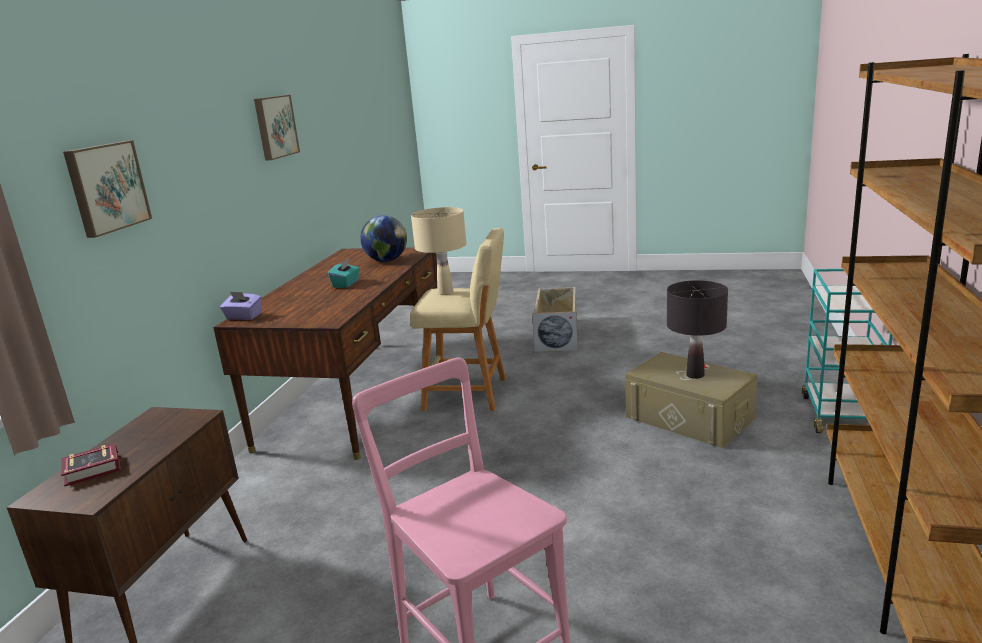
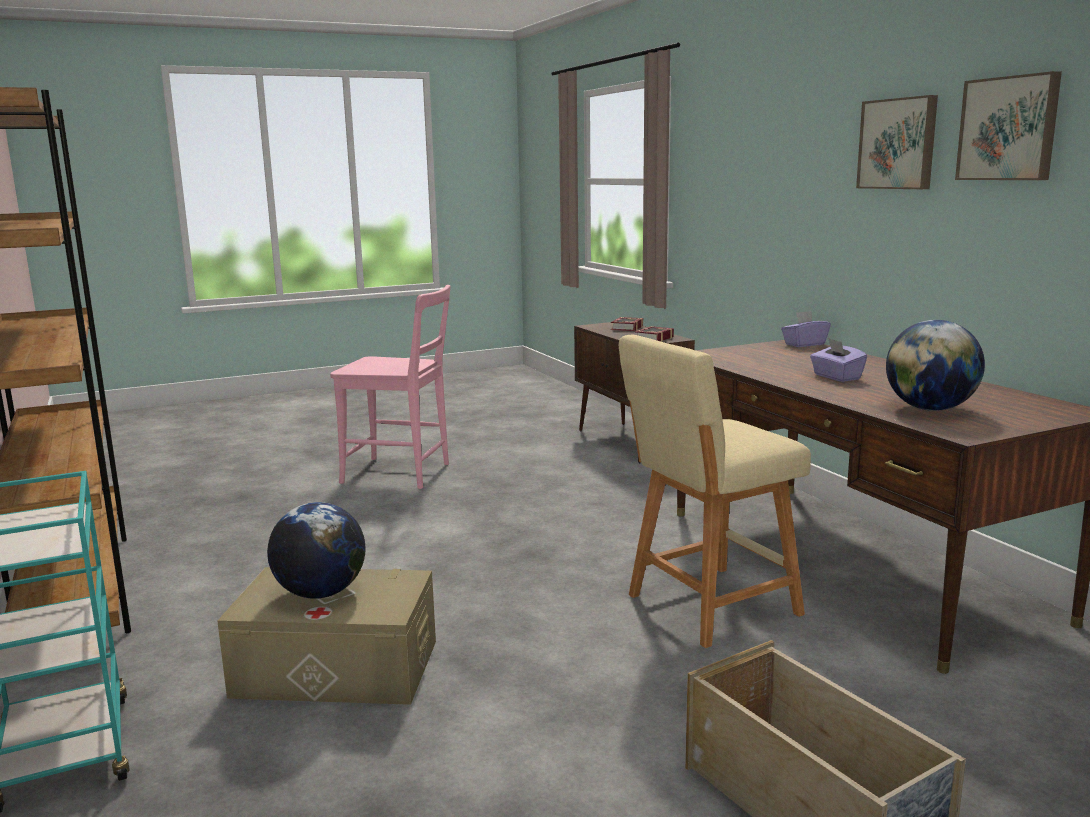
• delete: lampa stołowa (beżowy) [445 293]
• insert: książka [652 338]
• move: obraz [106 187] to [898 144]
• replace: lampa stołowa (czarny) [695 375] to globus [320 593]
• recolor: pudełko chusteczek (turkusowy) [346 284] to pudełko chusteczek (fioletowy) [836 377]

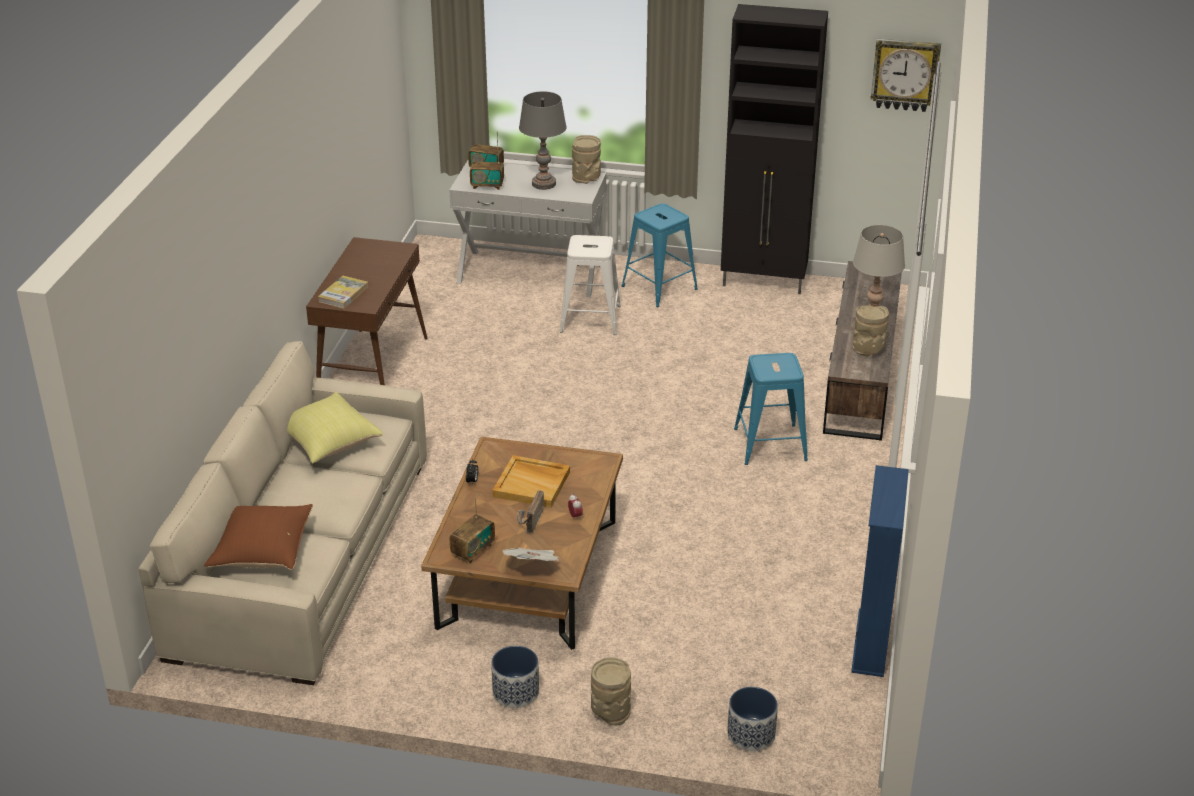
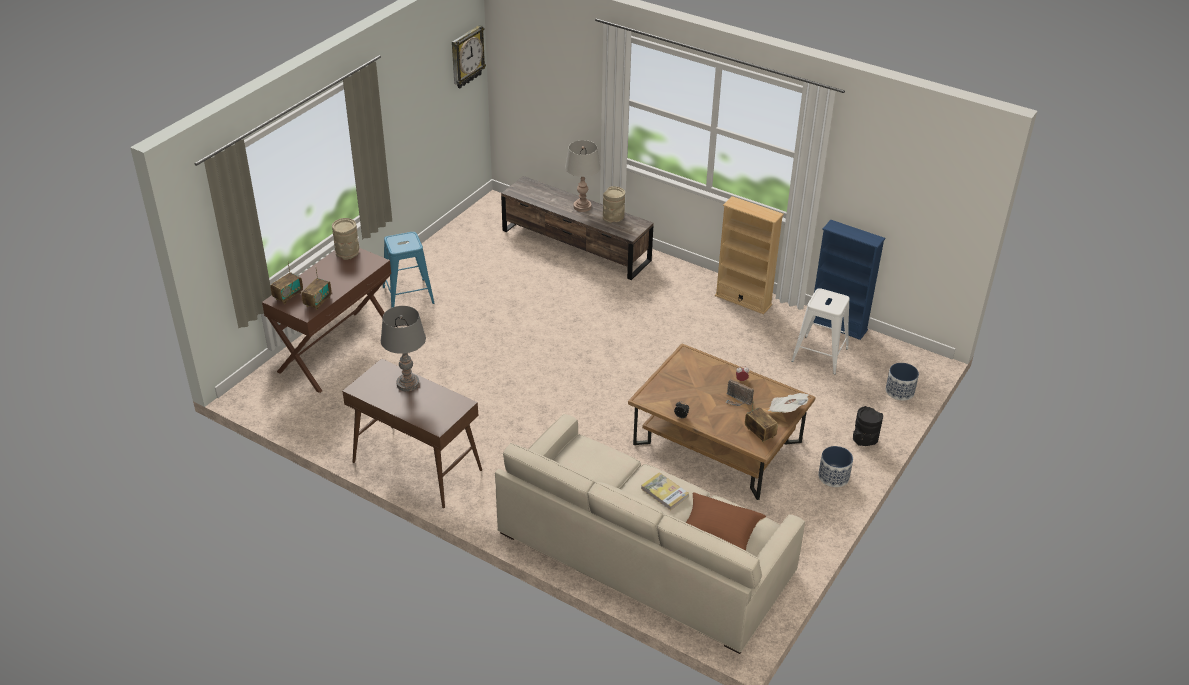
• delete: poduszka (żółty) [326 442]
• delete: taca (beżowy) [532 484]
• delete: szafka (czarny) [764 282]
• delete: stołek (niebieski) [769 444]
• insert: regał (beżowy) [743 300]
• move: książka [343 294] to [664 493]
• move: lampa stołowa (szary) [543 184] to [407 384]
• move: stołek (biały) [590 319] to [820 355]
• recolor: stolik konsolowy (biały) [531 273] to stolik konsolowy (brązowy) [337 350]
• recolor: wazon (beżowy) [610 712] to wazon (czarny) [864 441]

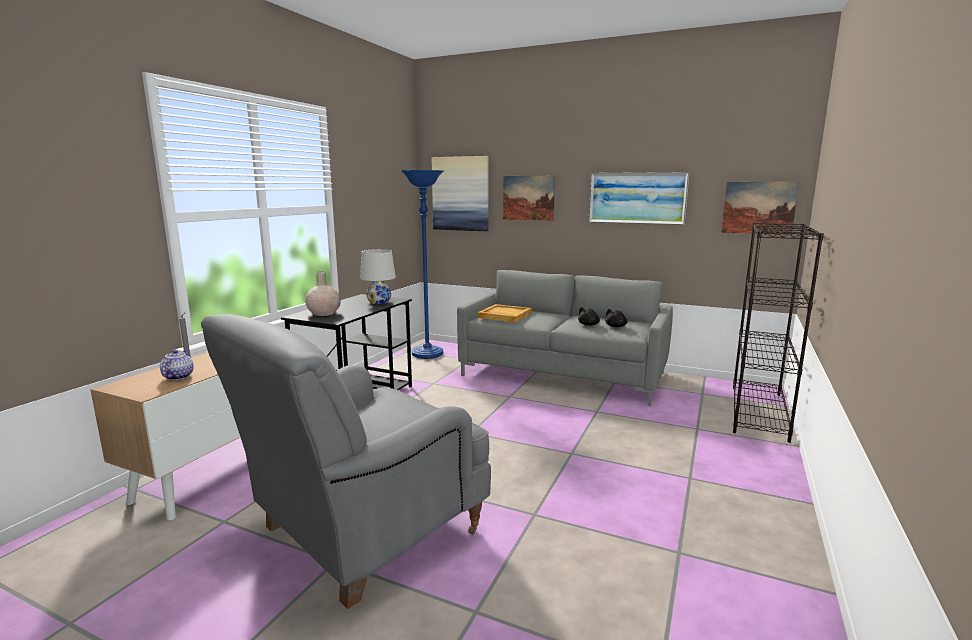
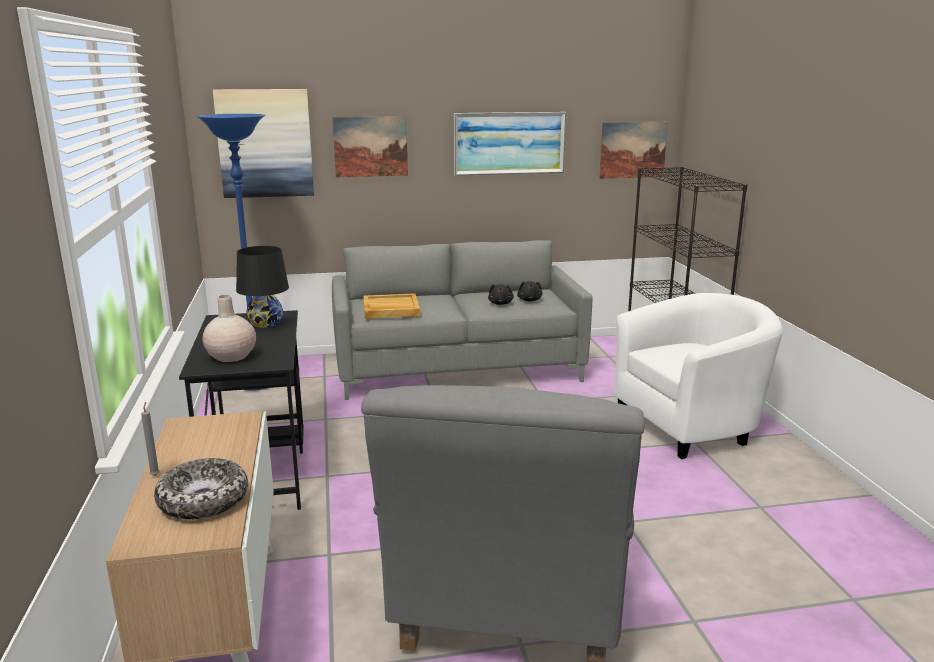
• insert: fotel (biały) [691 425]
• replace: imbryk [177 377] to miska [203 500]
• recolor: lampa stołowa (biały) [379 302] to lampa stołowa (czarny) [265 323]

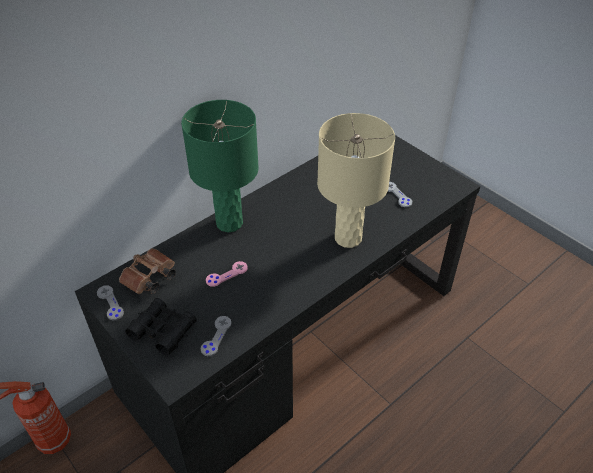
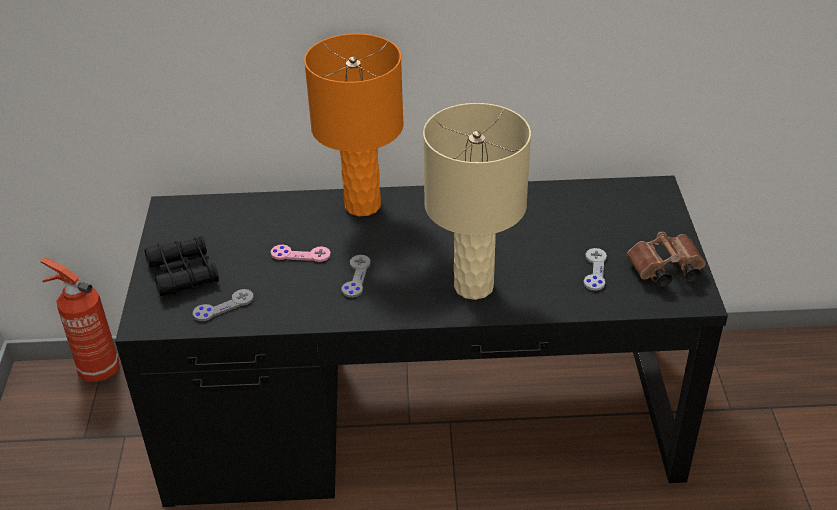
• move: pad do gier (szary) [110 303] to [356 277]
• move: lornetka (brązowy) [149 280] to [663 271]
• recolor: lampa stołowa (zielony) [229 223] to lampa stołowa (pomarańczowy) [362 205]

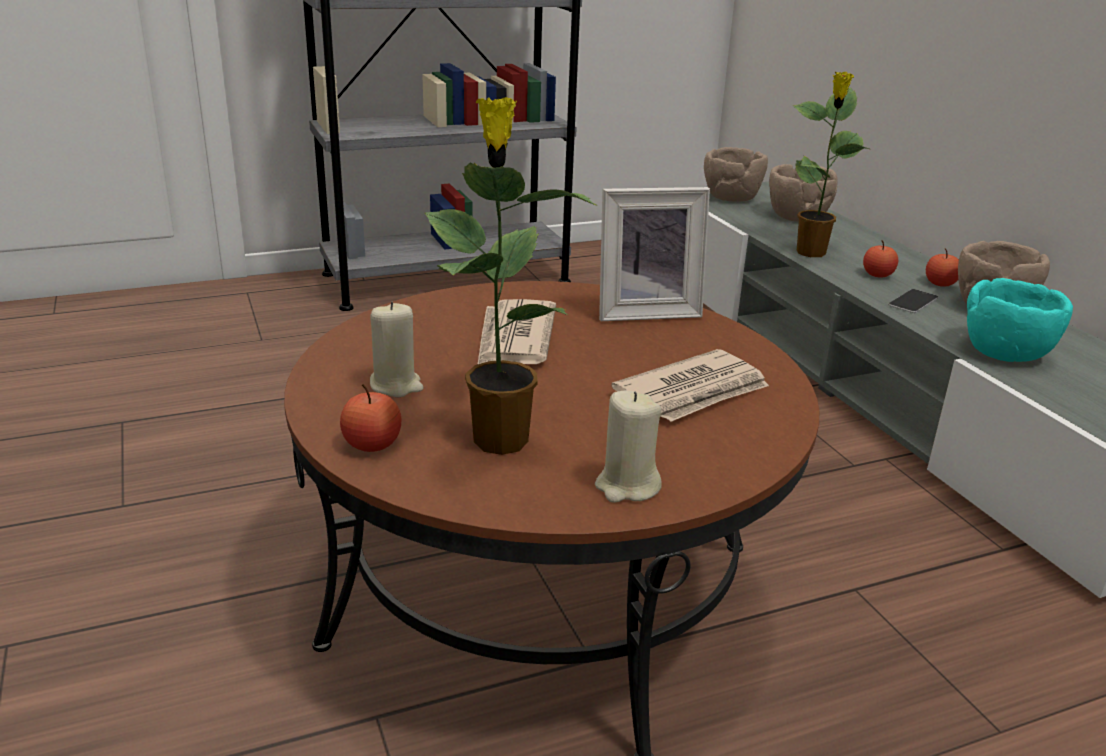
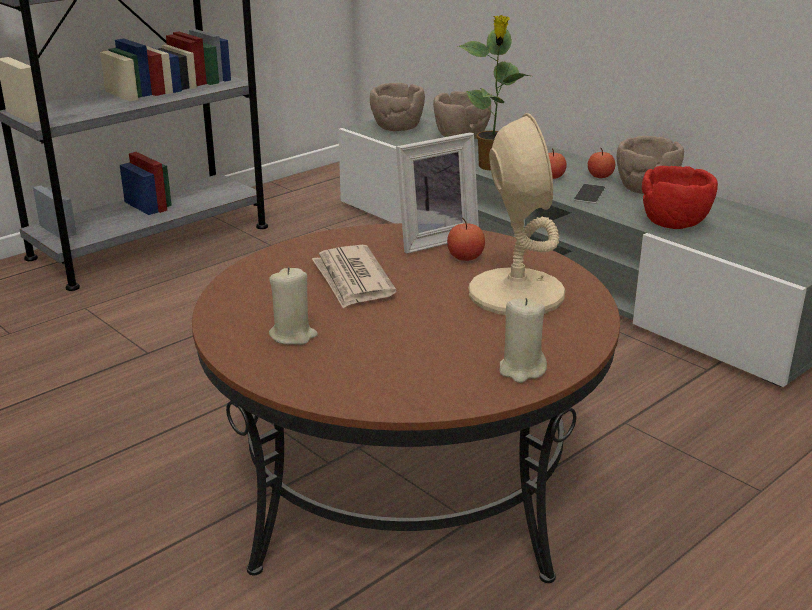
• delete: roślina doniczkowa [499 438]
• move: jabłko [372 445] to [465 257]
• replace: gazeta [694 392] to lampa stołowa (beżowy) [515 294]
• recolor: miska (turkusowy) [1007 353] to miska (czerwony) [675 222]

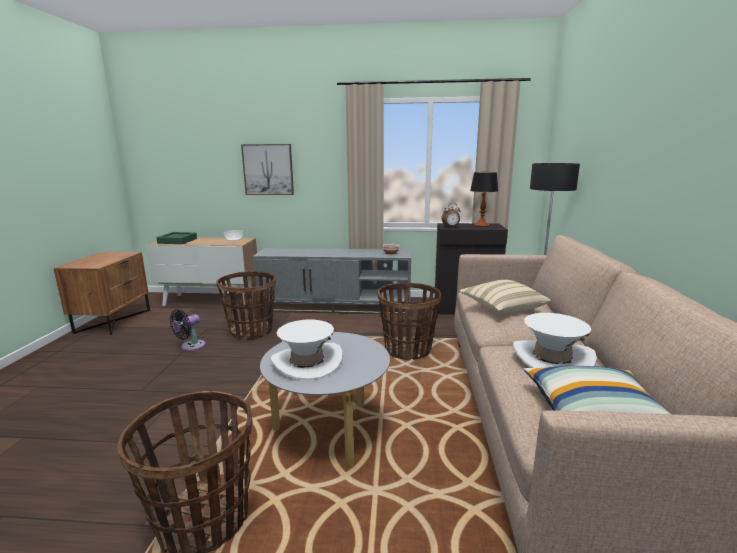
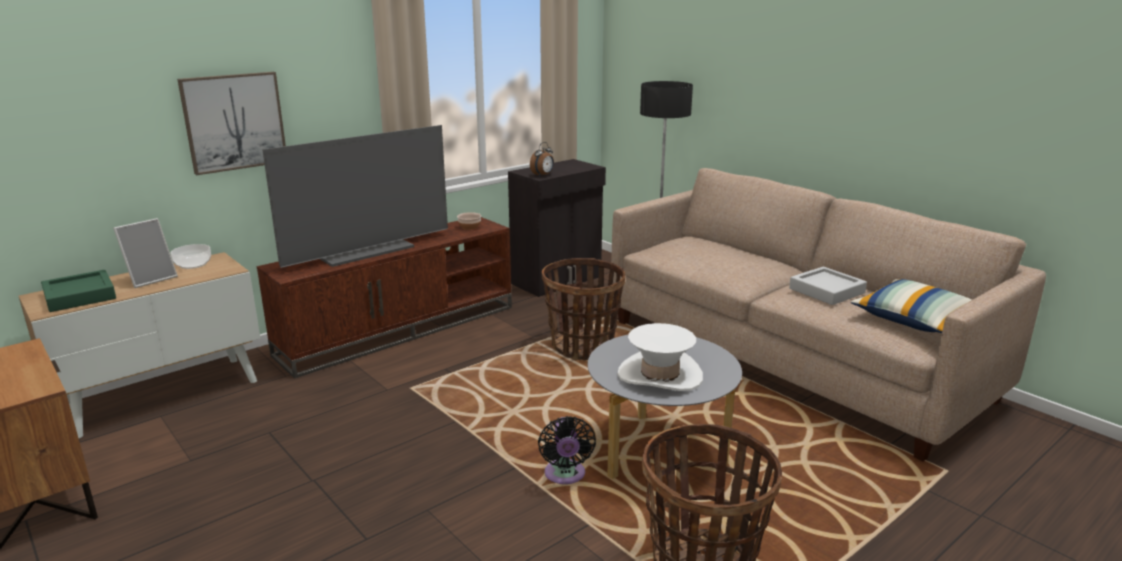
• delete: koszyk [251 331]
• delete: poduszka (beżowy) [502 308]
• delete: lampa stołowa [481 225]
• insert: ramka na zdjęcie [151 279]
• insert: telewizor [365 250]
• move: wentylator (czarny) [190 347] to [565 476]
• replace: kapelusz (biały) [552 359] to taca (szary) [826 291]
• recolor: szafka pod telewizor (szary) [336 306] to szafka pod telewizor (brązowy) [399 329]

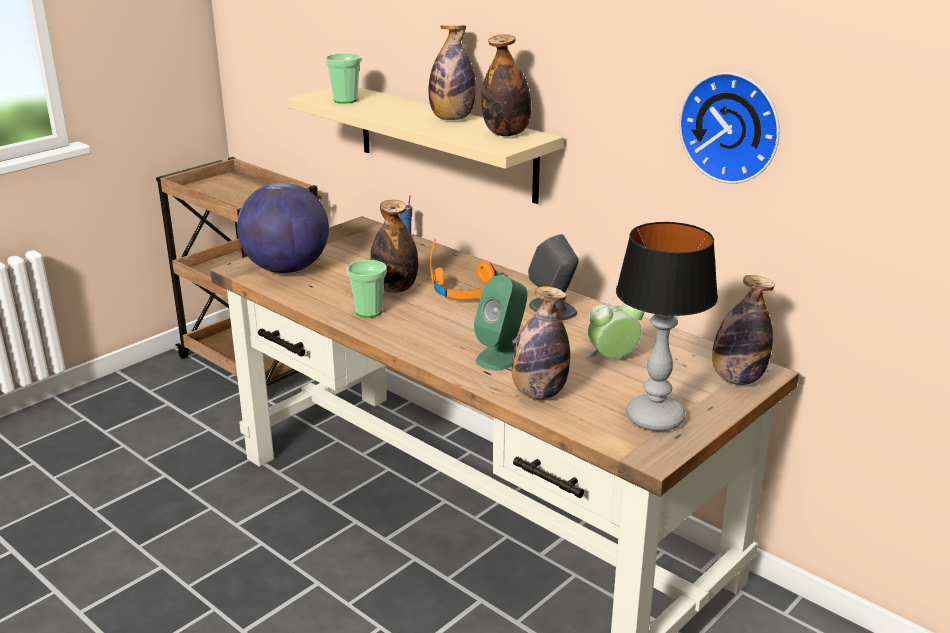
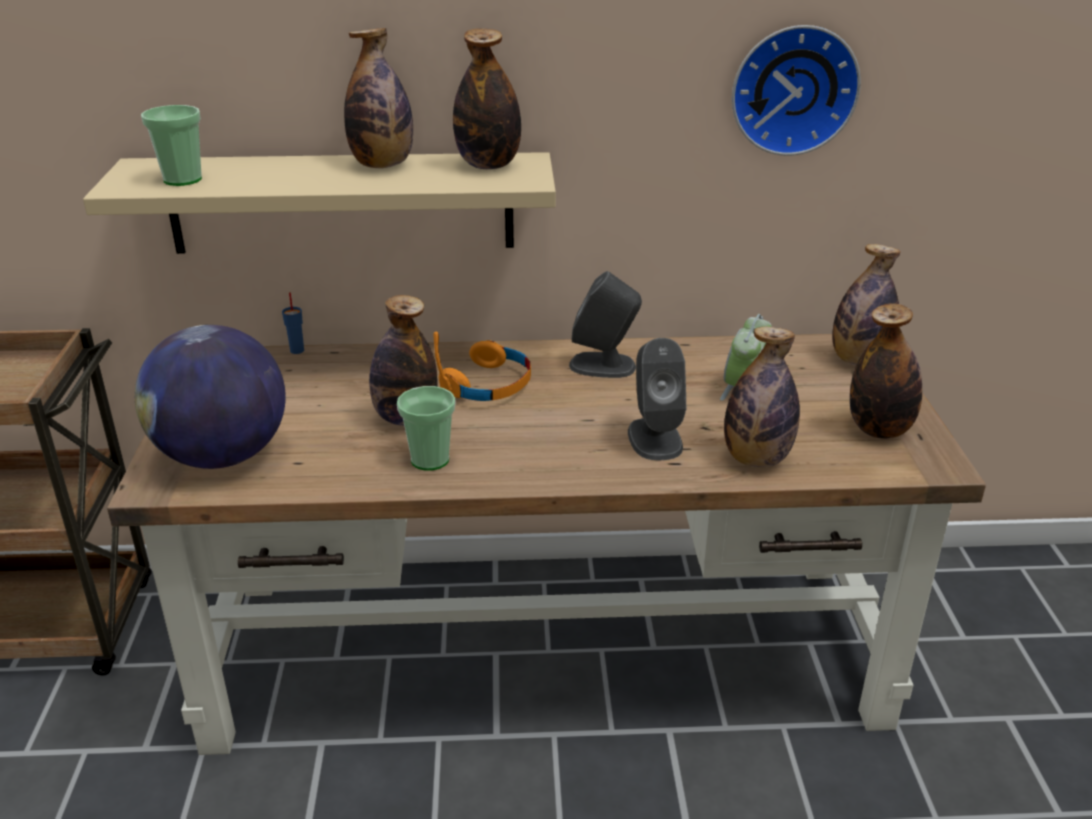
• replace: lampa stołowa [656 419] to butelka [879 430]
• recolor: głośnik (zielony) [502 356] to głośnik (szary) [654 438]

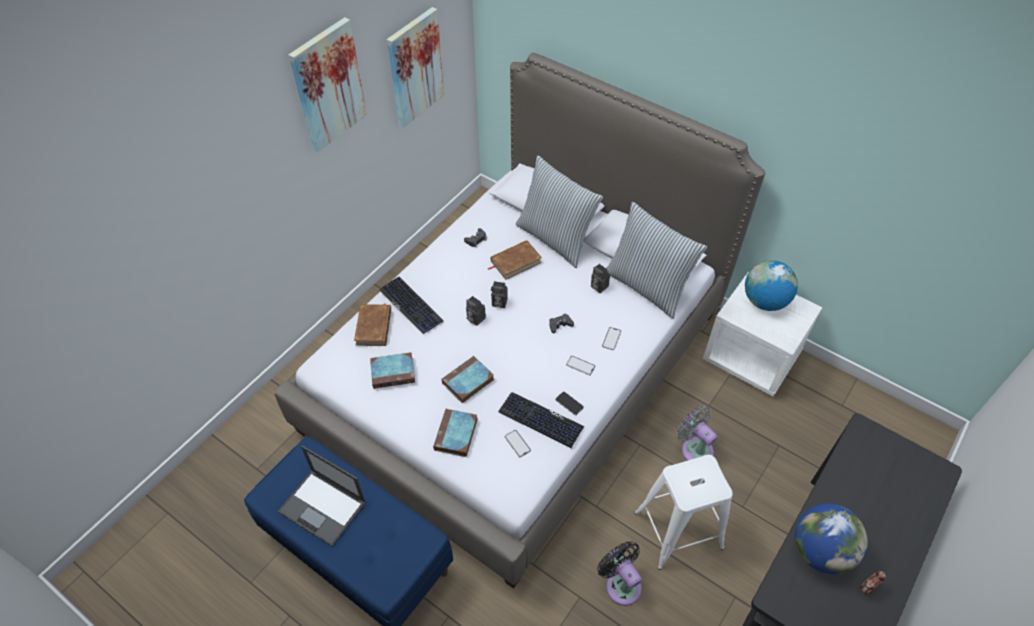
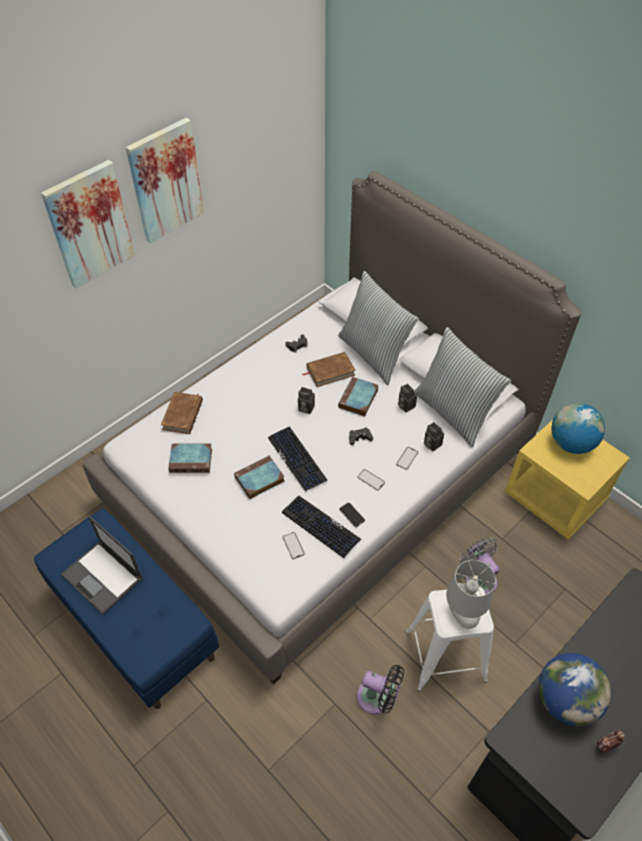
• insert: lampa stołowa (szary) [463 613]
• move: klawiatura [411 305] to [297 459]
• move: obraz [415 68] to [89 224]
• move: książka [456 435] to [358 399]
• move: aparat fotograficzny [474 318] to [431 444]
• recolor: szafka nocna (biały) [751 357] to szafka nocna (żółty) [555 498]
• rotate: wentylator (czarny) [621 584] = [378 698] 135 degrees clockwise

